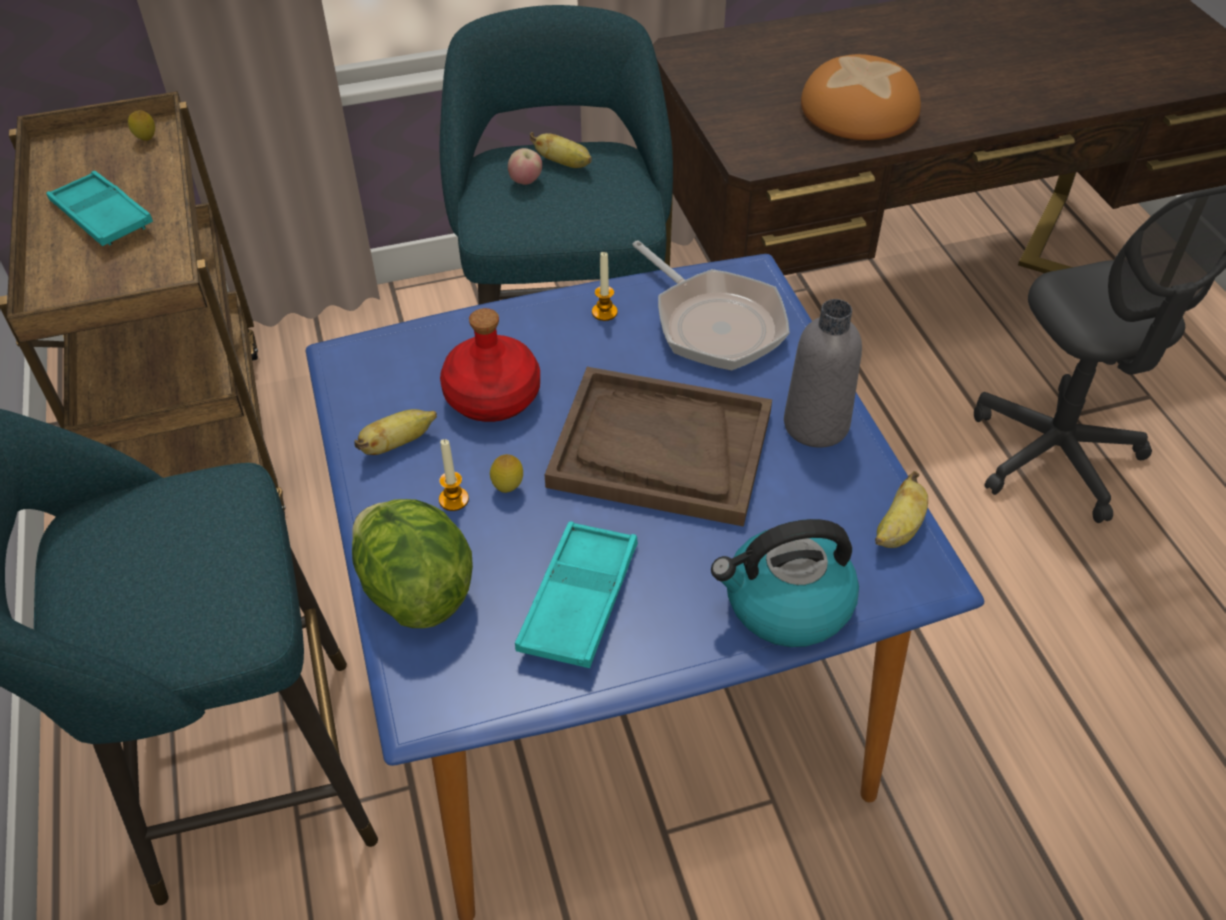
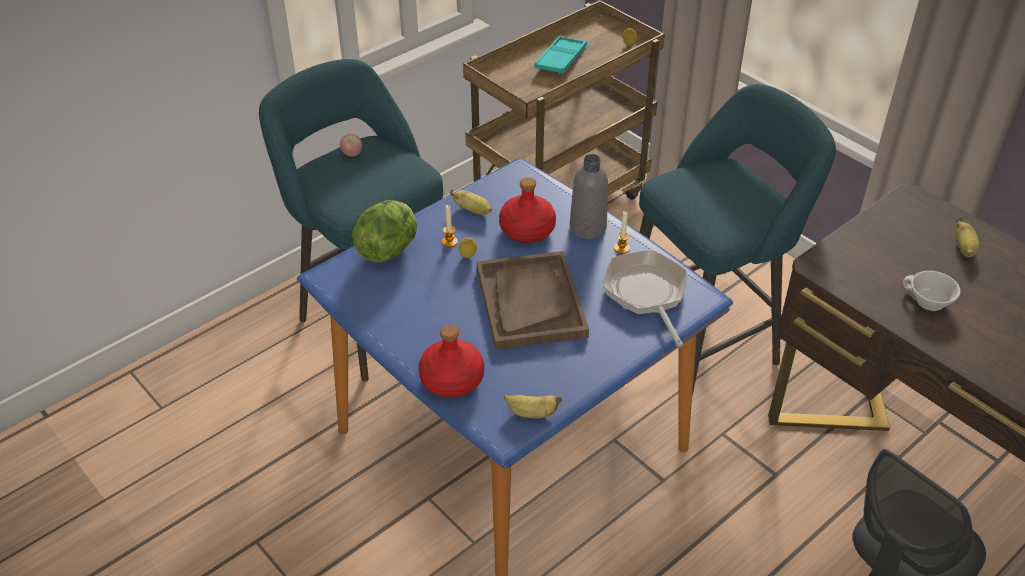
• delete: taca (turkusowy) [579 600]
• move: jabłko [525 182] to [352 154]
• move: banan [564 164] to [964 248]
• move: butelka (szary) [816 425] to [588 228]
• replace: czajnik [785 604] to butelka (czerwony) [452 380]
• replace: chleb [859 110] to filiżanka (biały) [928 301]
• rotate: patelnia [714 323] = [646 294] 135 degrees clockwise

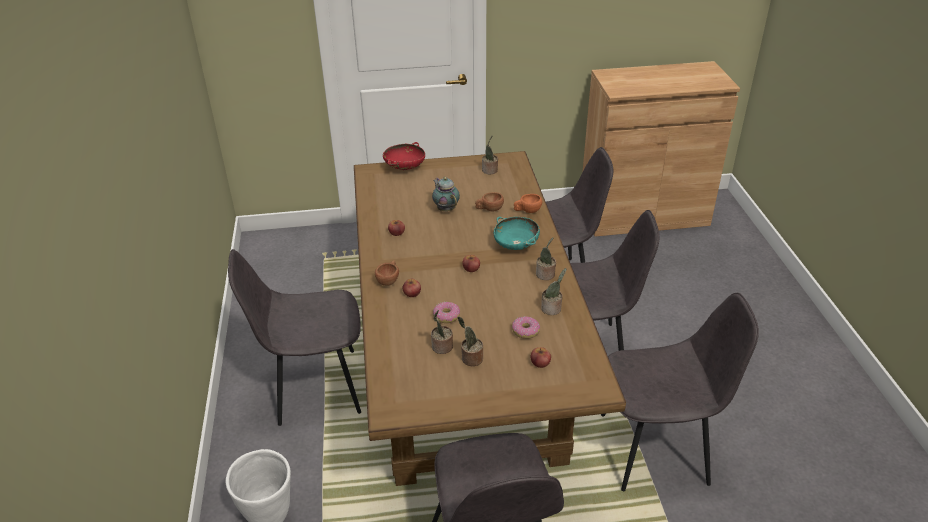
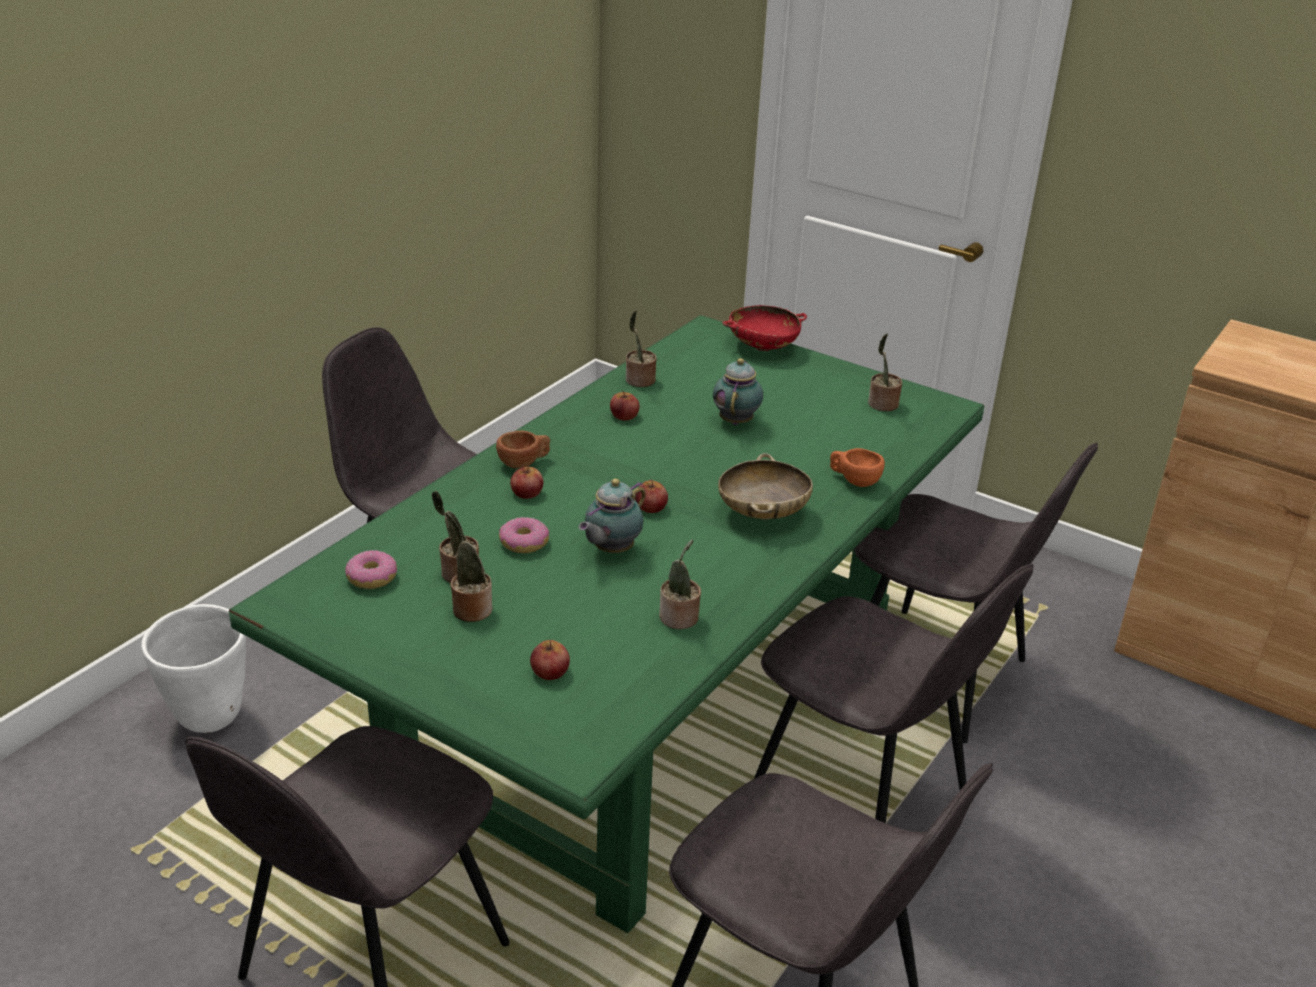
• delete: filiżanka (brązowy) [489 209]
• insert: imbryk [611 550]
• move: donut [525 331] to [372 577]
• move: roślina doniczkowa [545 275] to [639 381]
• recolor: stół jadalny (brązowy) [463 371] to stół jadalny (zielony) [647 710]
• recolor: miska (turkusowy) [516 245] to miska (beżowy) [762 513]

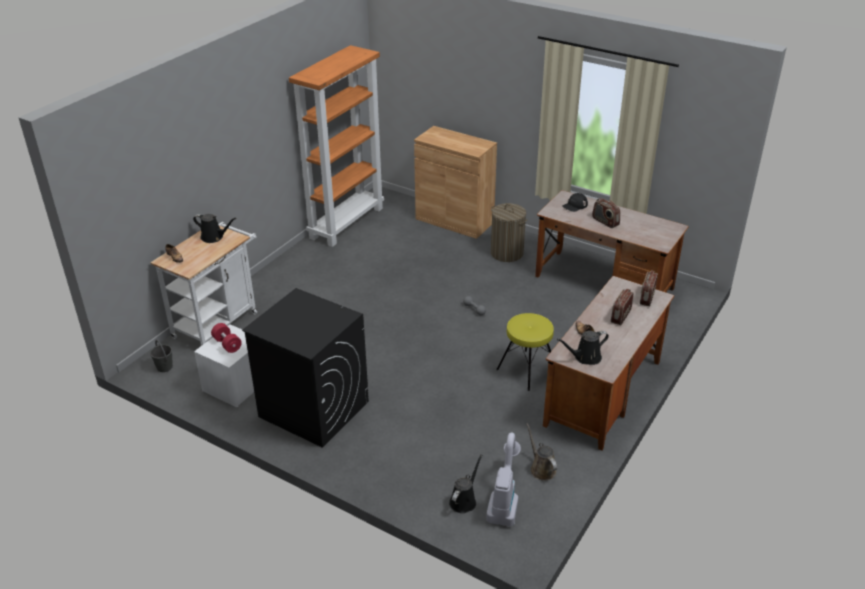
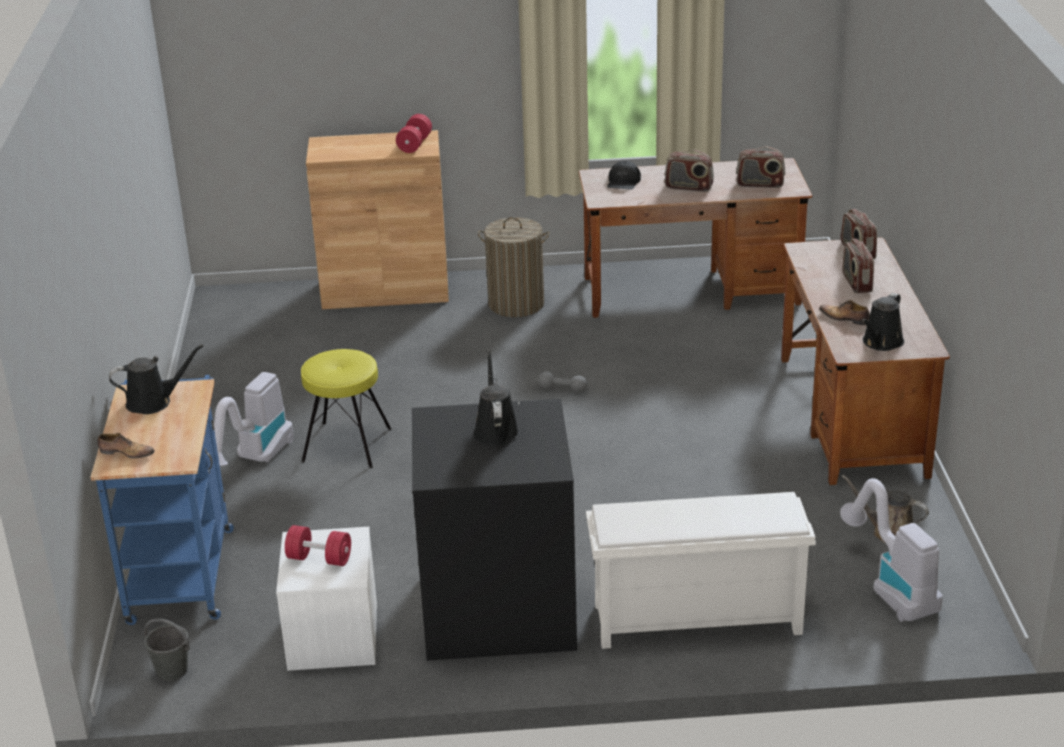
• delete: regał (pomarańczowy) [346 222]
• insert: odkurzacz [254 460]
• insert: hantel (czerwony) [414 144]
• insert: regał na buty (biały) [695 621]
• insert: radio [760 184]
• move: konewka (czarny) [464 500] to [495 430]
• move: stołek (żółty) [527 370] to [346 444]
• recolor: wózek (biały) [219 322] to wózek (niebieski) [181 569]

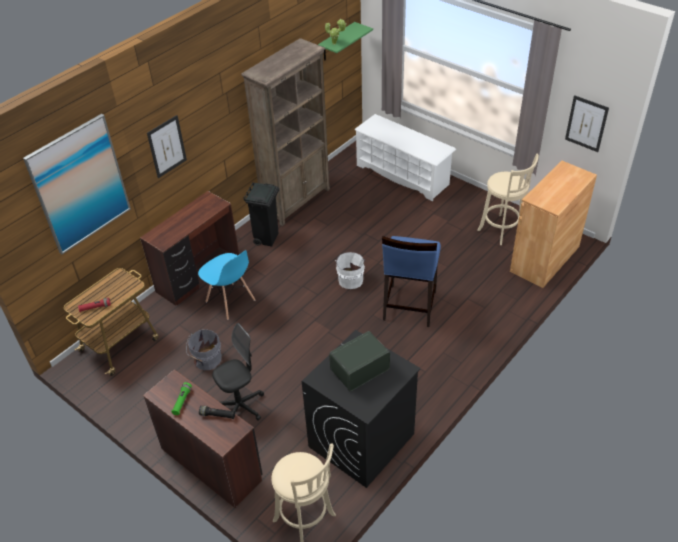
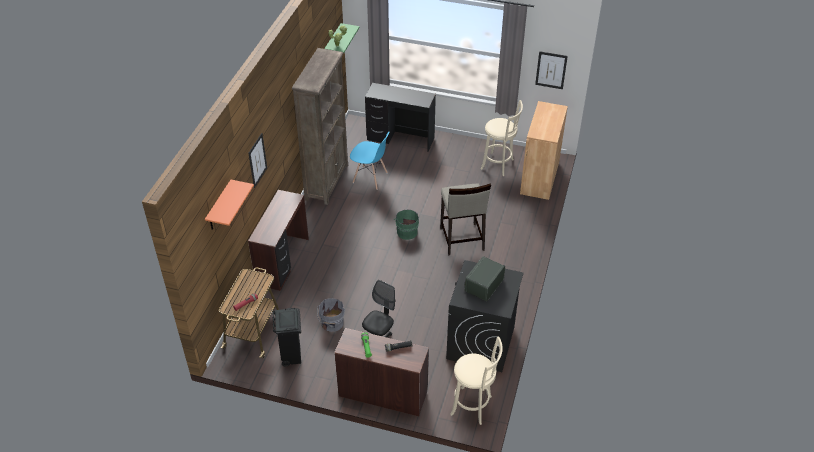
• move: krzesło (niebieski) [230 301] to [370 178]
• move: kosz na śmieci (czarny) [267 238] to [291 356]
• replace: obraz [80 184] to półka (pomarańczowy) [219 206]
• replace: regał na buty (biały) [403 175] to biurko (czarny) [400 139]
• recolor: wiadro (biały) [350 279] to wiadro (zielony) [406 231]
• recolor: stołek (niebieski) [409 306] to stołek (beżowy) [461 239]

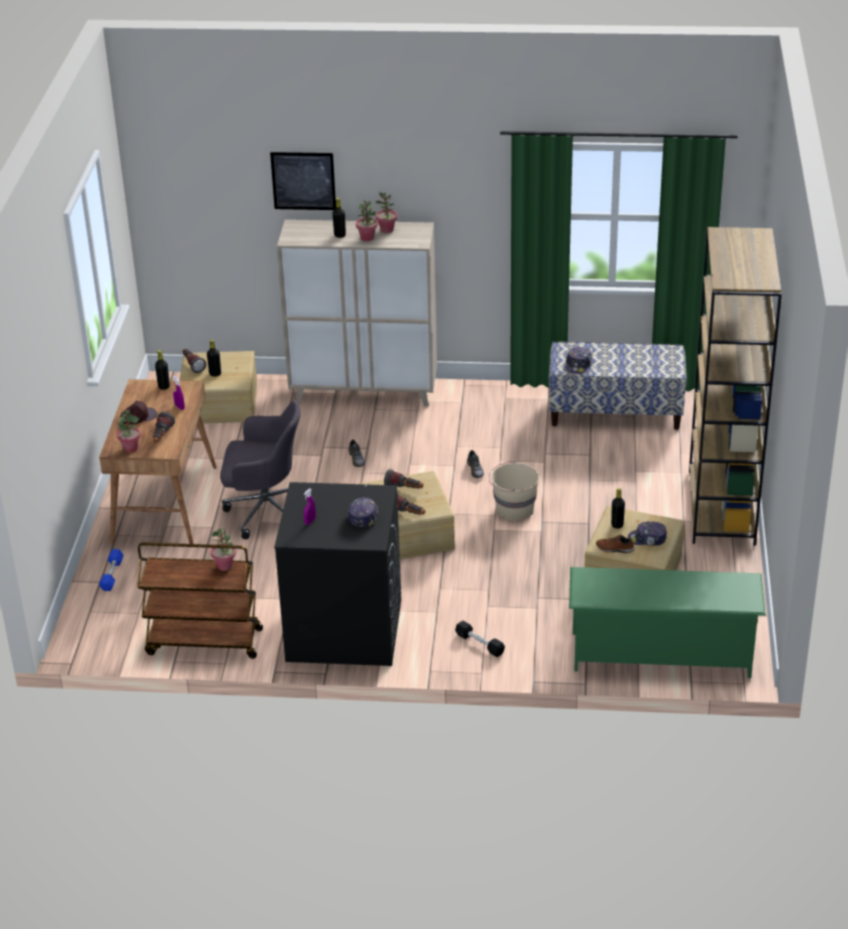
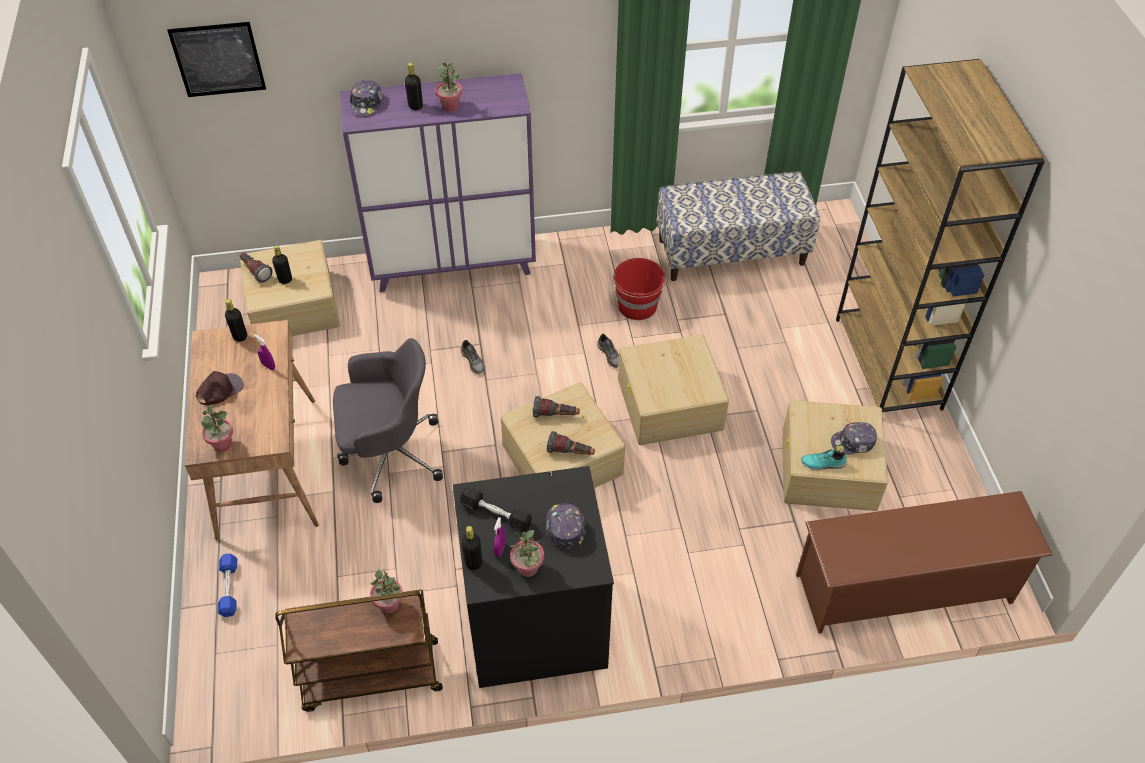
• delete: latarka [162 437]
• insert: wiadro (czerwony) [637 306]
• move: obraz [303 180] to [218 59]
• move: roślina doniczkowa [387 230] to [528 568]
• move: hantel (czarny) [480 644] to [496 514]
• move: czapka z daszkiem [578 365] to [366 103]
• move: butelka (czarny) [617 525] to [473 562]
• replace: wiadro (beżowy) [514 509] to pojemnik do przechowywania (beżowy) [670 404]
• recolor: szafka (beżowy) [364 391] to szafka (fioletowy) [453 265]
• recolor: regał na buty (zielony) [661 655] to regał na buty (brązowy) [904 588]
• recolor: but (brązowy) [614 549] to but (turkusowy) [823 464]

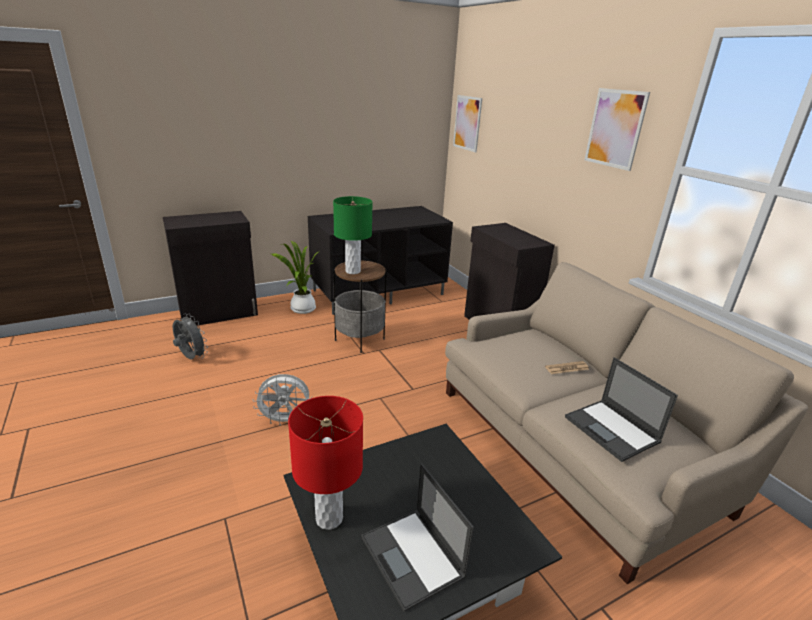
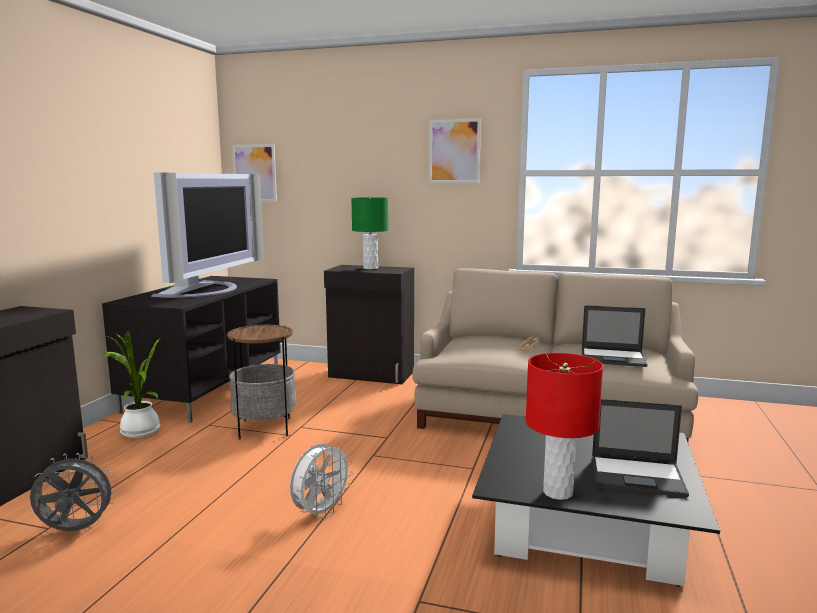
• insert: telewizor [206 289]
• move: lampa stołowa (zielony) [353 271] to [370 268]

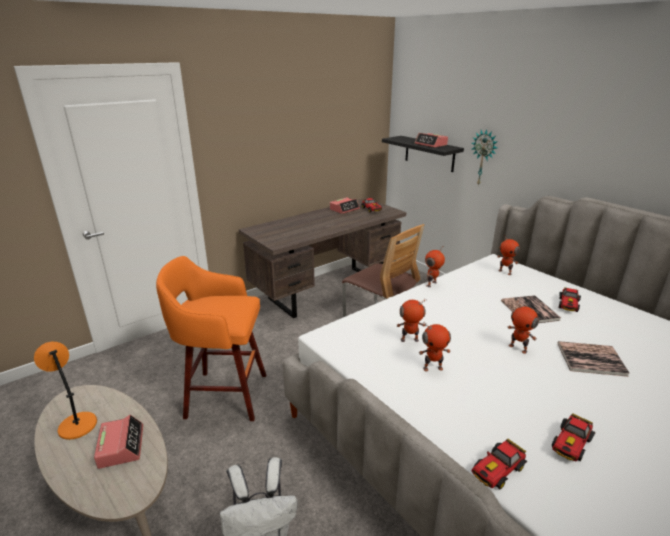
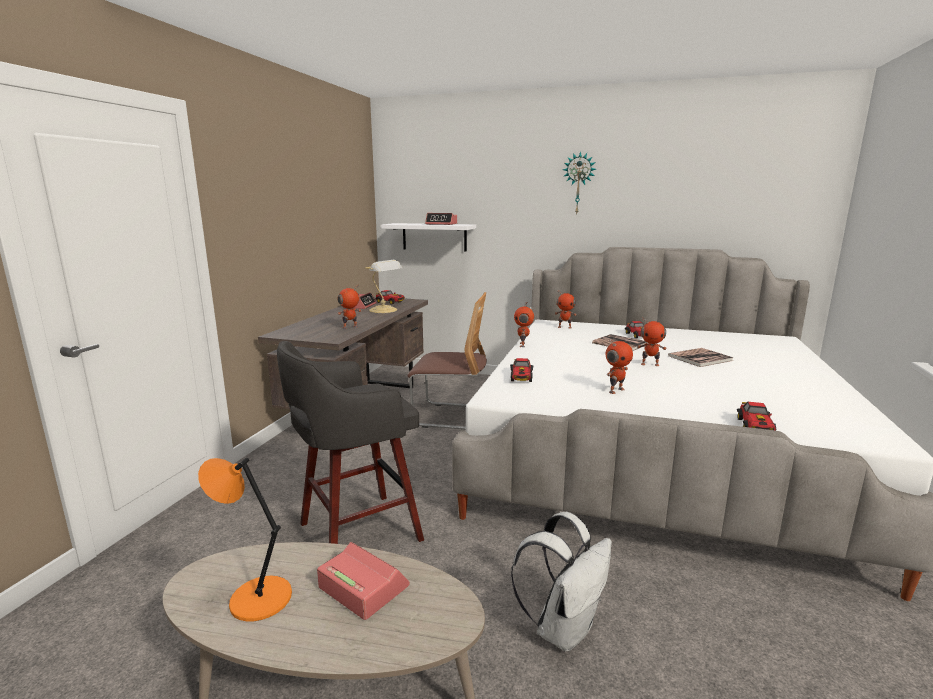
• insert: lampa stołowa [384 310]
• move: robot zabawkowy [409 340] to [350 327]
• move: zegar ścienny [483 158] to [578 183]
• move: samochodzik [570 445] to [521 378]
• recolor: stołek (pomarańczowy) [223 395] to stołek (szary) [356 533]
• recolor: półka (czarny) [429 153] to półka (biały) [434 237]

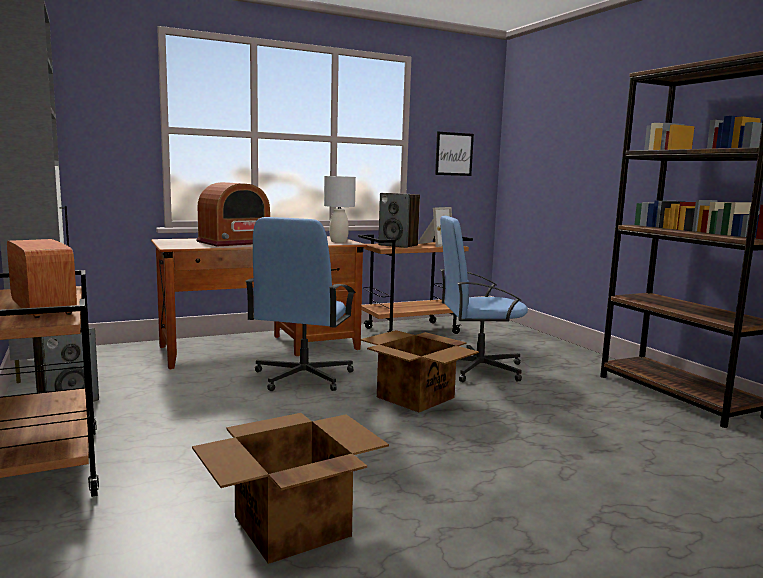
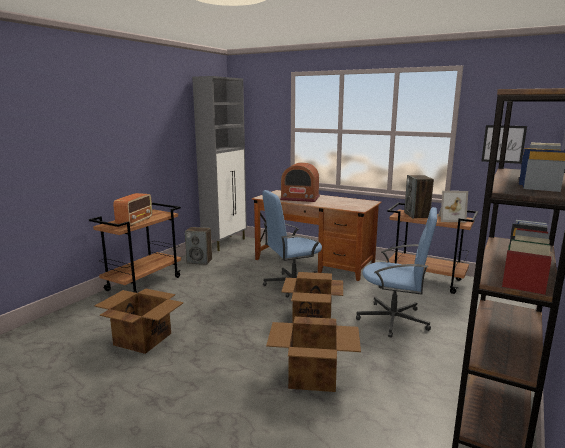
• delete: lampa stołowa (szary) [338 241]
• insert: karton [313 375]
• rotate: krzesło biurowe (niebieski) [477 368] = [394 320] 150 degrees clockwise

